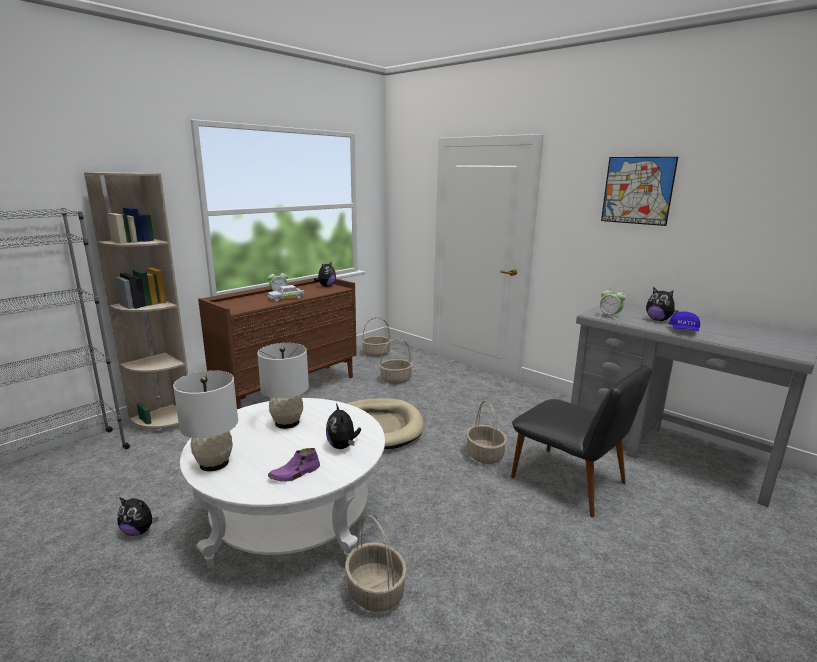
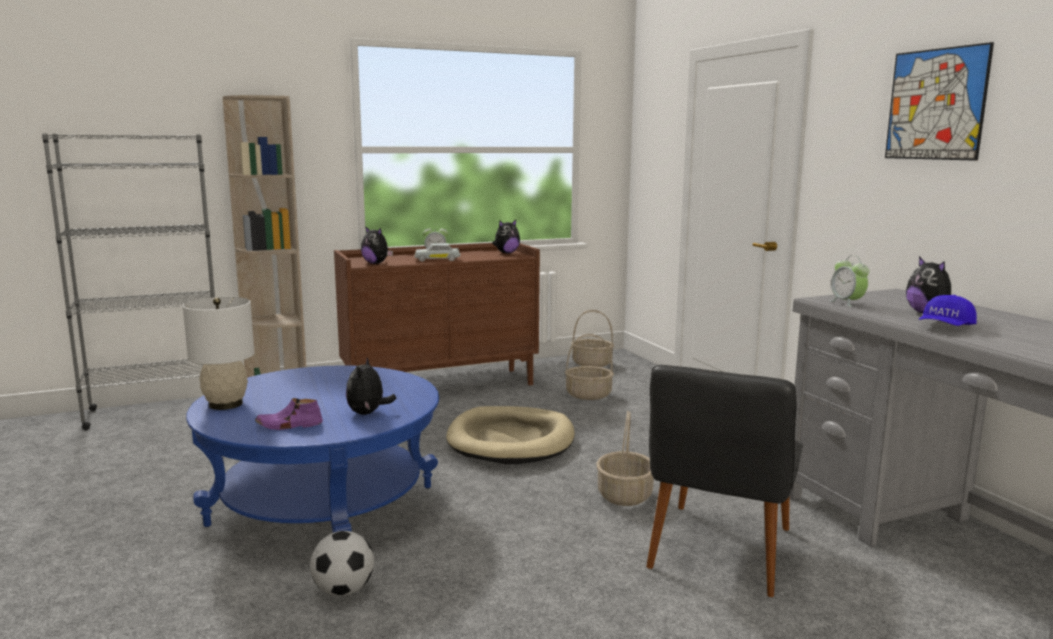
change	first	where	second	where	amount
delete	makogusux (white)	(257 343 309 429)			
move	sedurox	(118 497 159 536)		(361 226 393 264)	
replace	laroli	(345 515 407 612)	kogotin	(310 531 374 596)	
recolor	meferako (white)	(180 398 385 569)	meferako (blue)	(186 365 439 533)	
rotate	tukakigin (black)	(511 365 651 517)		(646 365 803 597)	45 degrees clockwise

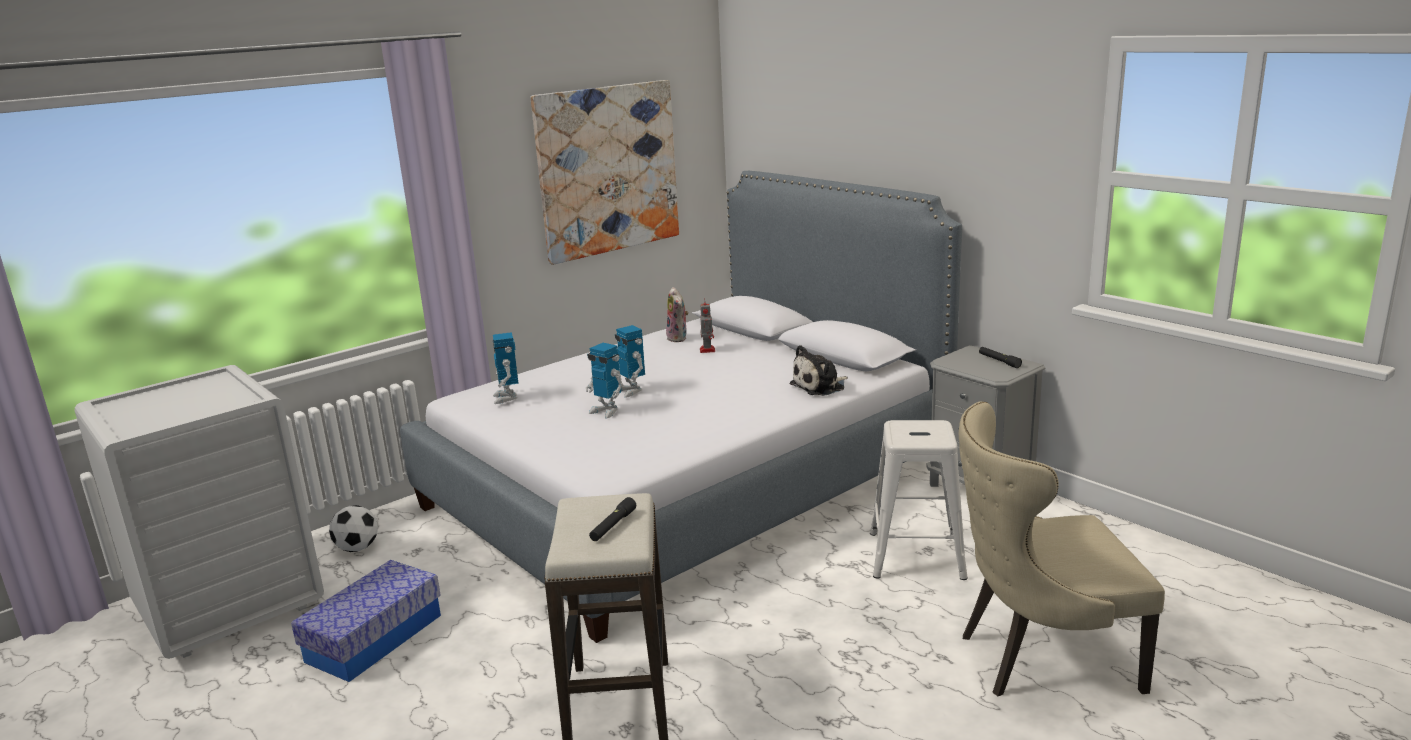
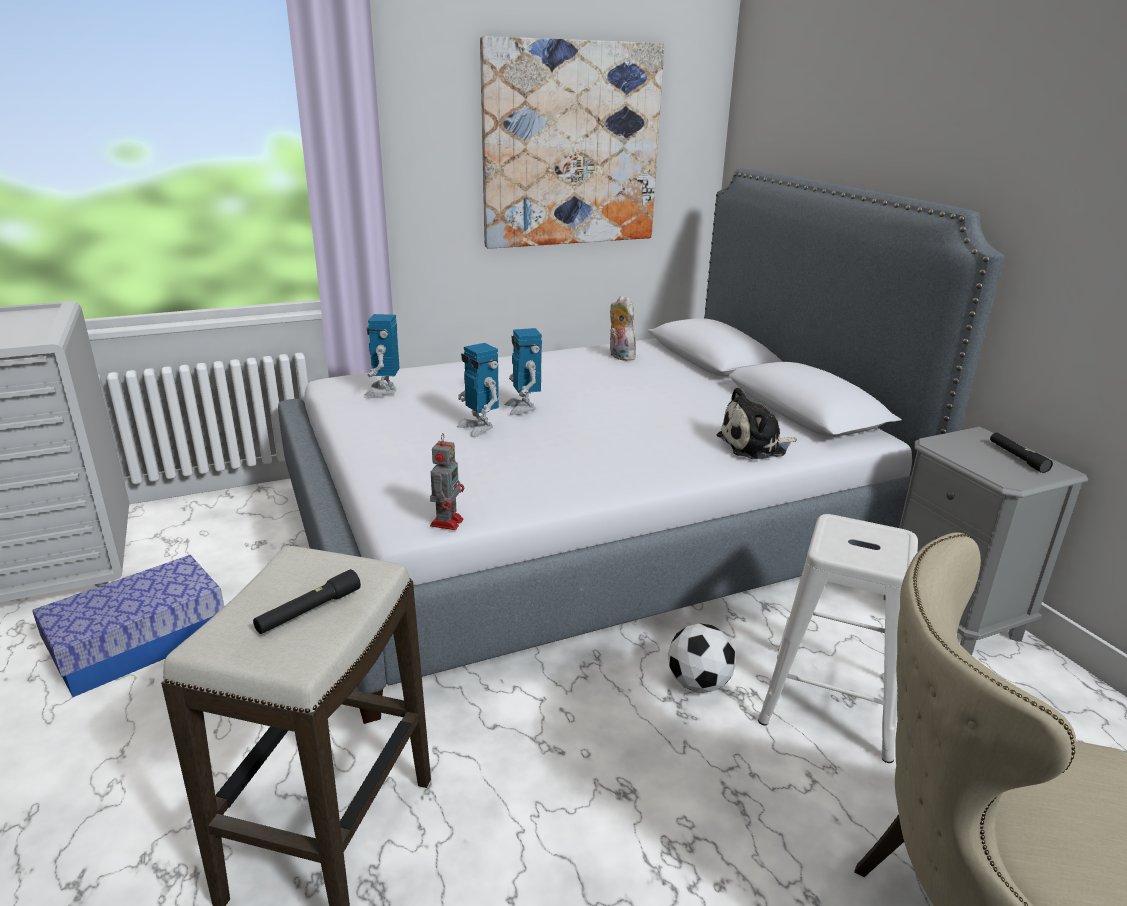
change	first	where	second	where	amount
move	kogotin	(329 505 378 552)		(668 623 736 692)	
move	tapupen	(700 303 715 353)		(430 433 464 530)	
rotate	sedurox	(665 287 689 342)		(610 296 636 361)	150 degrees clockwise

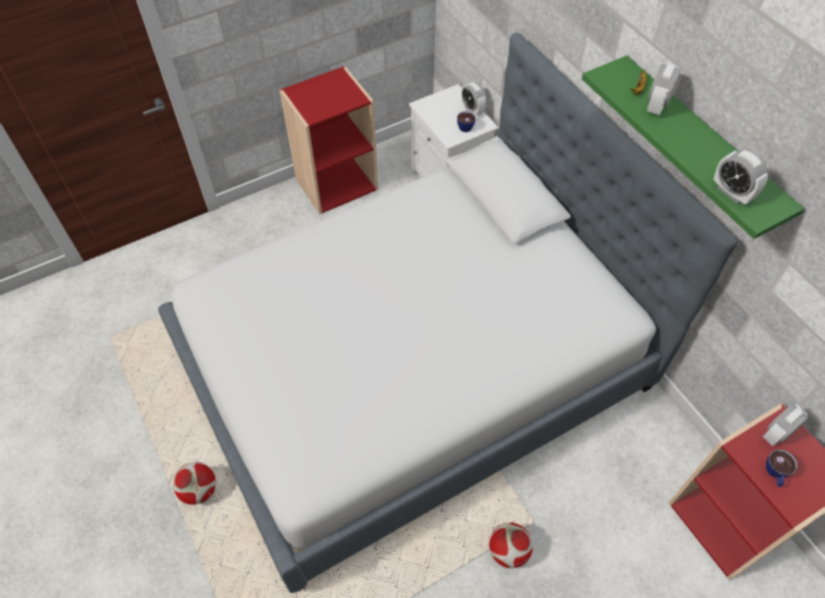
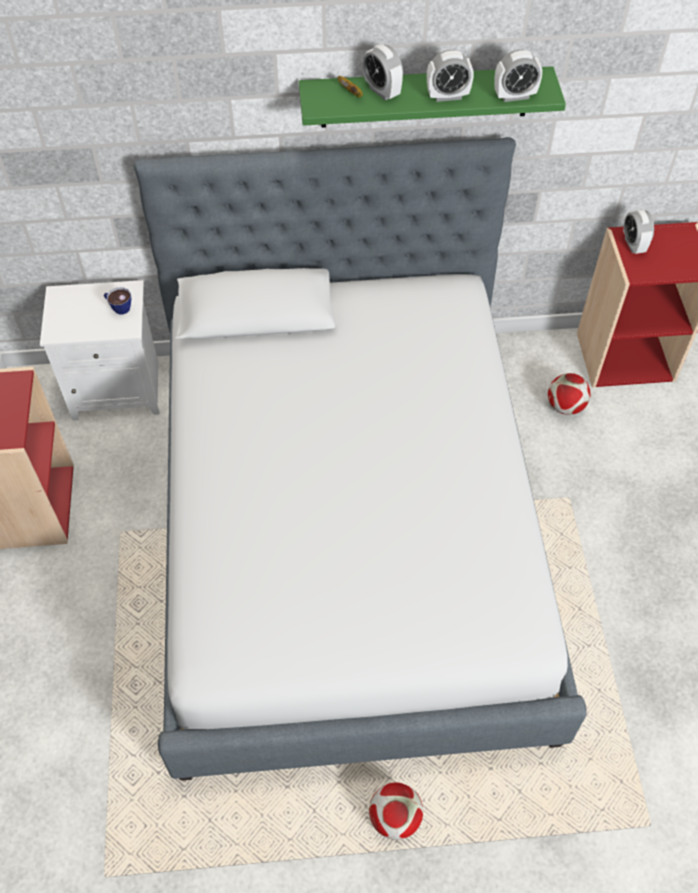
change	first	where	second	where	amount
delete	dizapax	(766 449 798 487)			
move	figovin	(462 82 486 116)		(427 50 474 102)	
move	kogotin	(489 523 533 568)		(548 373 590 415)	

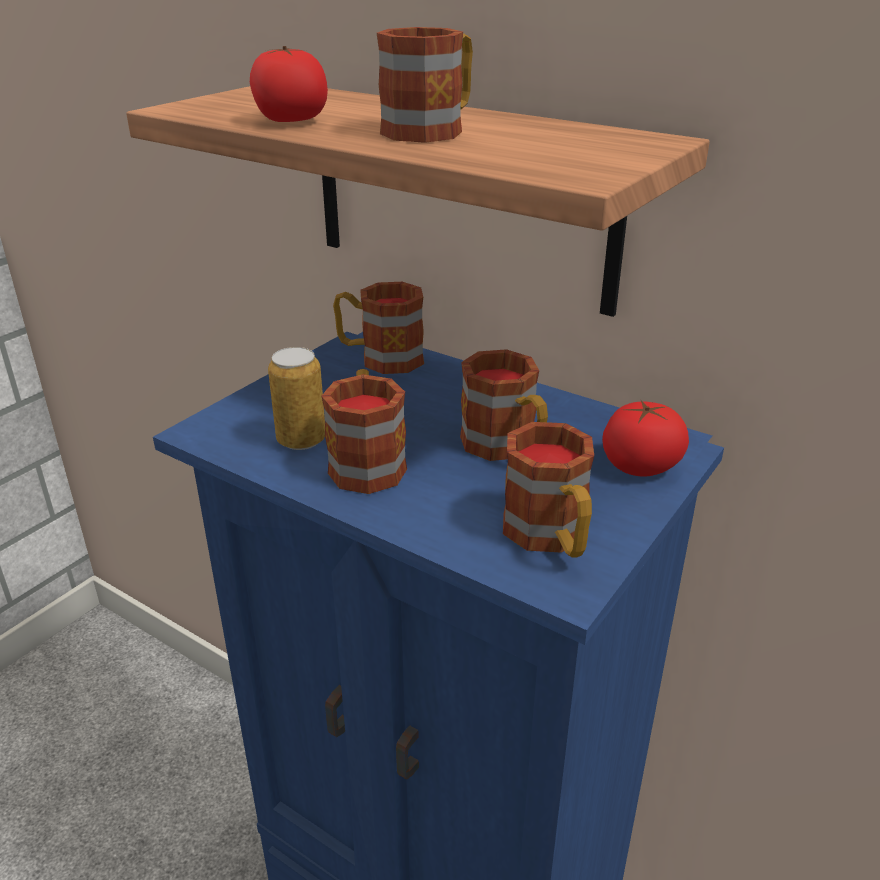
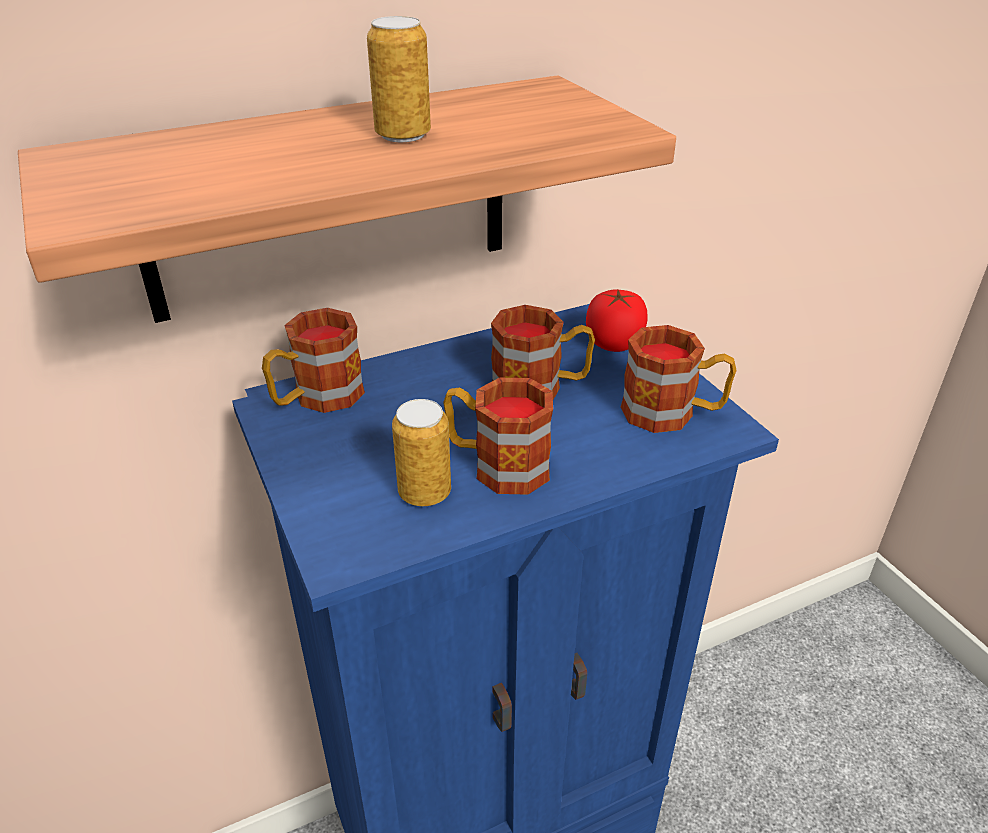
change	first	where	second	where	amount
delete	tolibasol	(250 46 328 122)			
replace	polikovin	(377 27 473 143)	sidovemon	(367 16 431 142)	

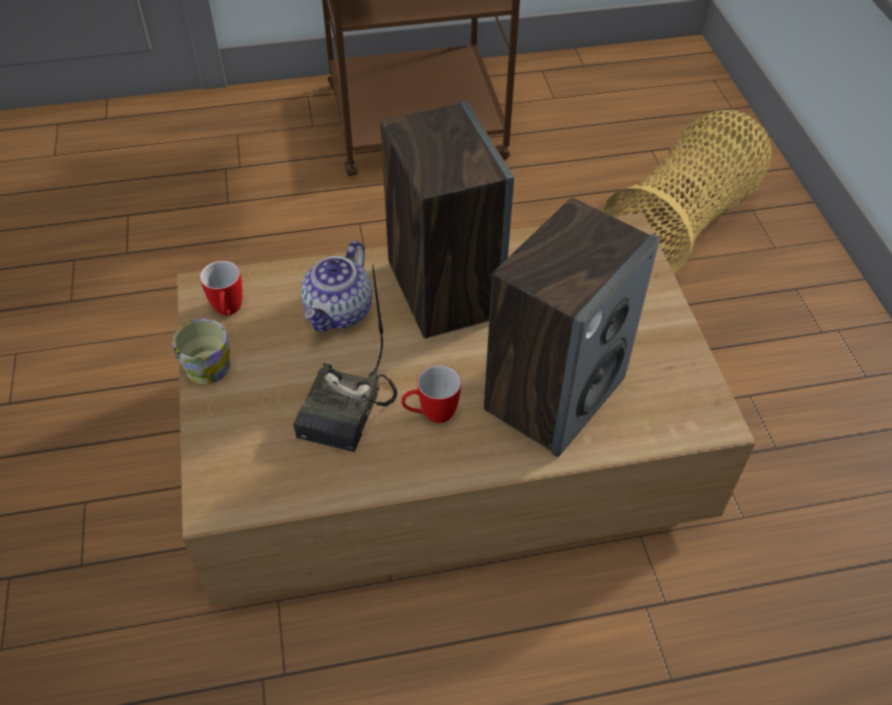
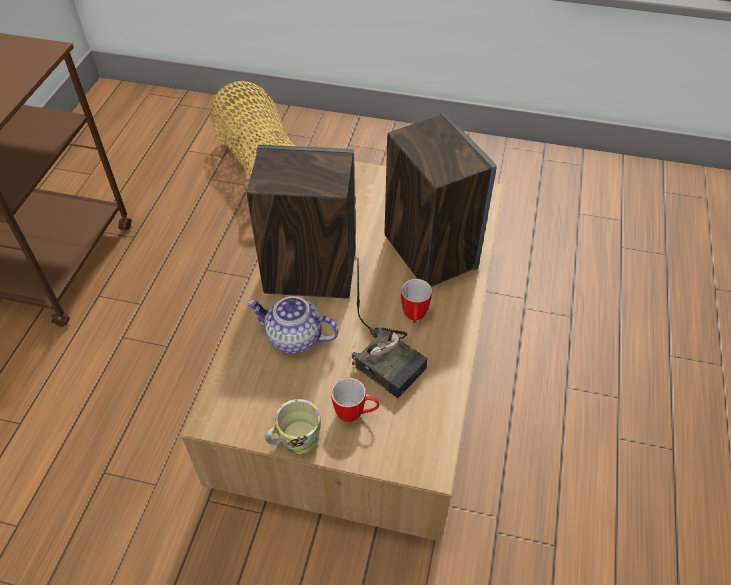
change	first	where	second	where	amount
move	polikovin	(200 261 242 316)		(331 377 379 422)	
rotate	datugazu	(301 241 373 332)		(247 296 339 354)	150 degrees clockwise

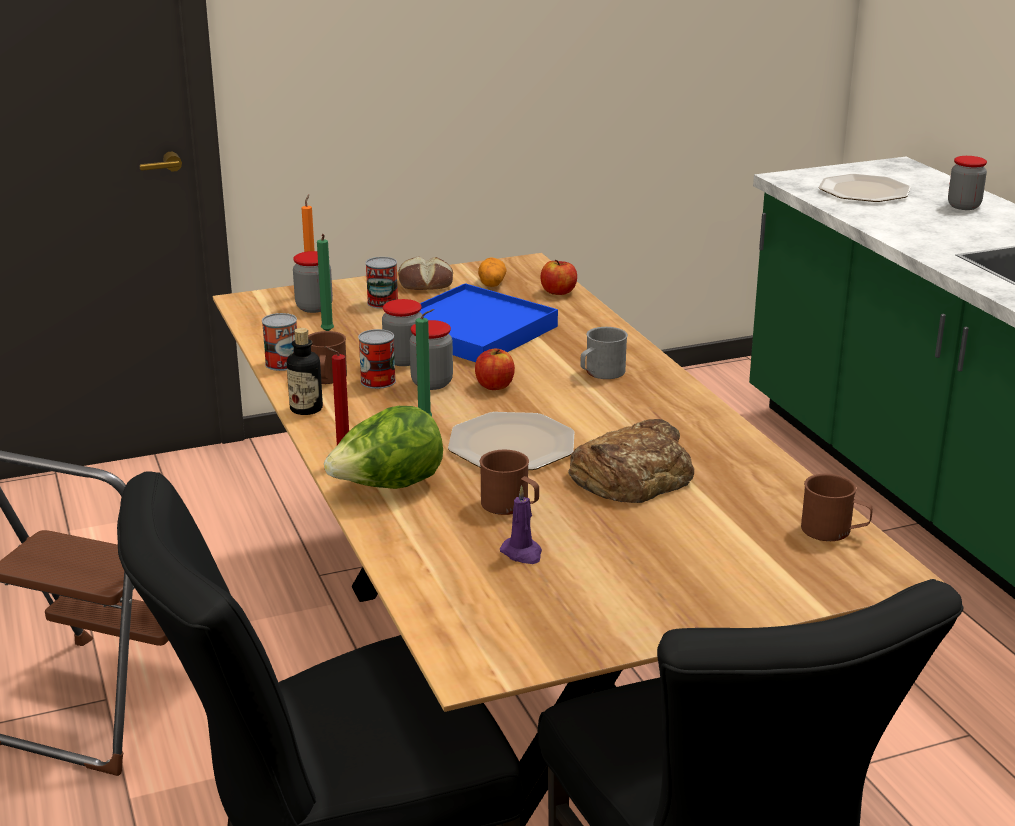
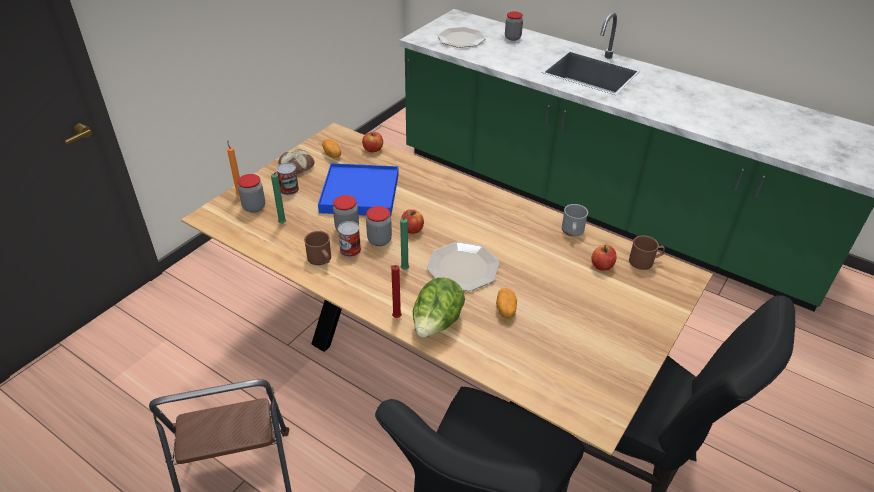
change	first	where	second	where	amount
delete	sidovemon	(262 313 297 371)			
delete	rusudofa	(287 328 323 415)			
delete	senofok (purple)	(500 485 542 564)			
delete	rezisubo	(568 419 694 503)			
insert			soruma	(591 245 617 271)	
move	polikovin (grey)	(580 327 628 379)		(562 204 588 236)	
replace	polikovin (brown)	(480 450 539 515)	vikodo	(496 288 517 318)	

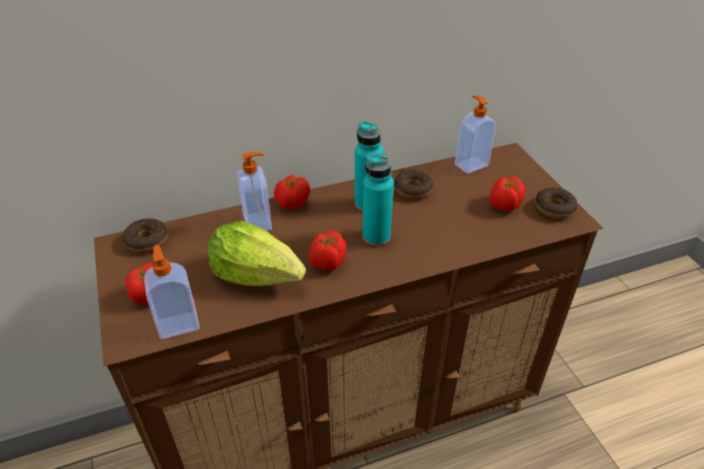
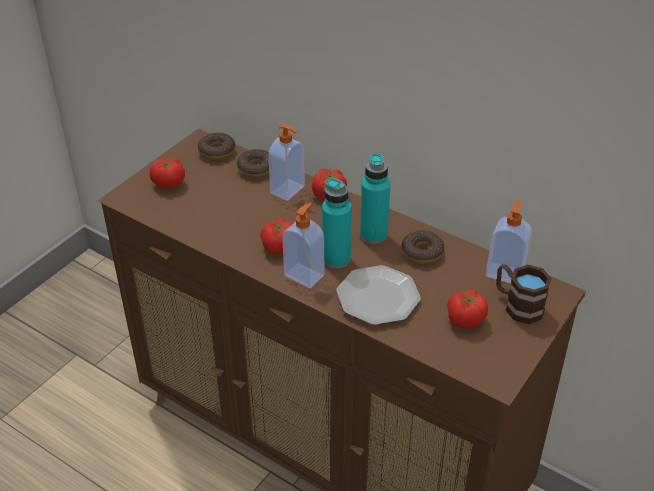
change	first	where	second	where	amount
delete	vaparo	(208 221 306 286)			
insert			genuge	(336 265 421 325)	
insert			polikovin (brown)	(496 264 551 324)	
move	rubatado	(144 244 200 339)		(282 203 324 288)	
move	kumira	(535 187 578 219)		(237 149 269 178)	

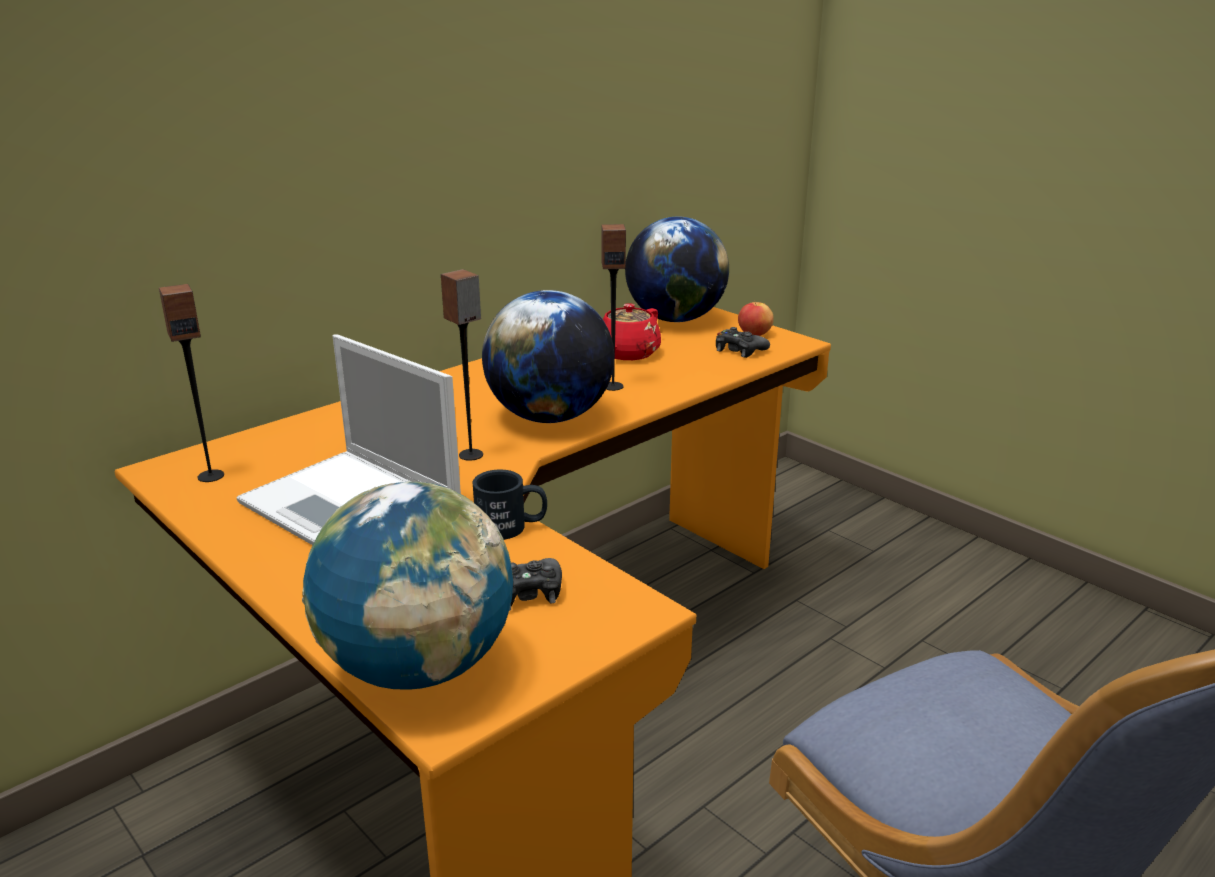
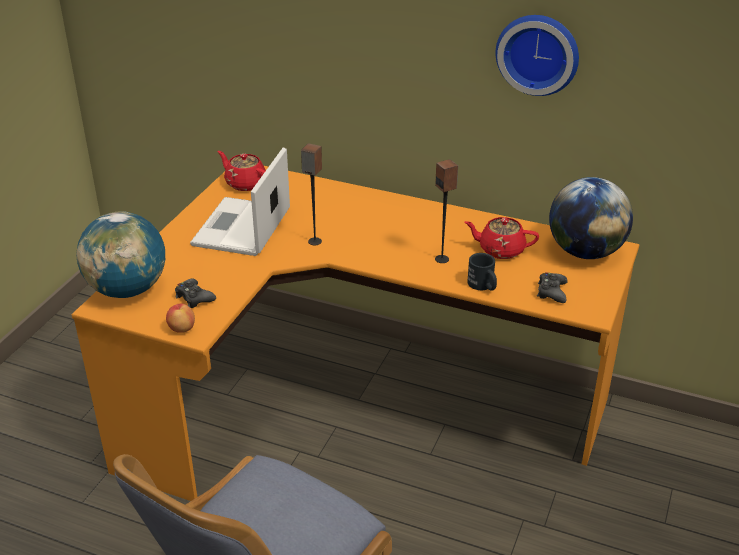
change	first	where	second	where	amount
delete	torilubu	(482 290 614 423)			
insert			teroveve	(496 15 579 96)	
move	polikovin (black)	(472 470 547 540)		(467 253 497 291)	
move	soruma	(738 302 774 336)		(166 303 195 333)	
replace	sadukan	(159 284 224 482)	datugazu (red)	(218 151 266 191)	

